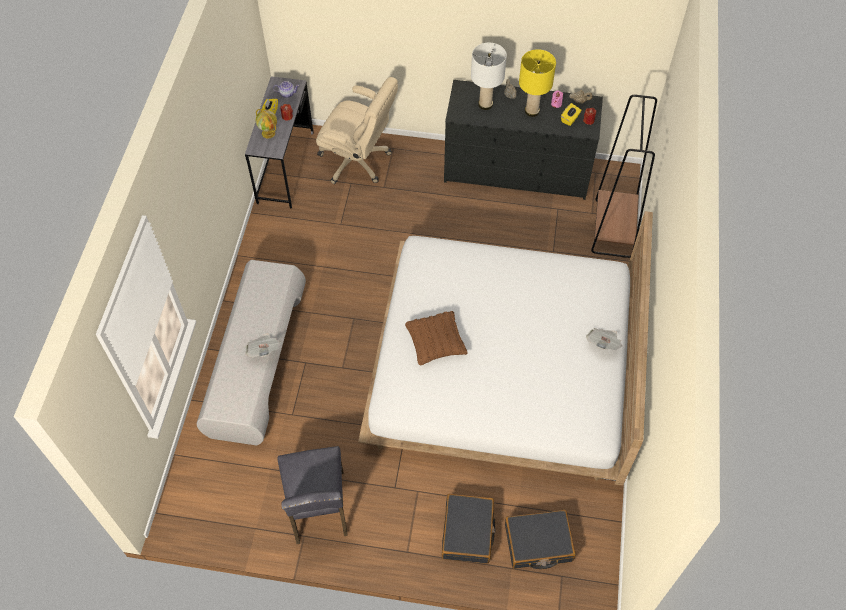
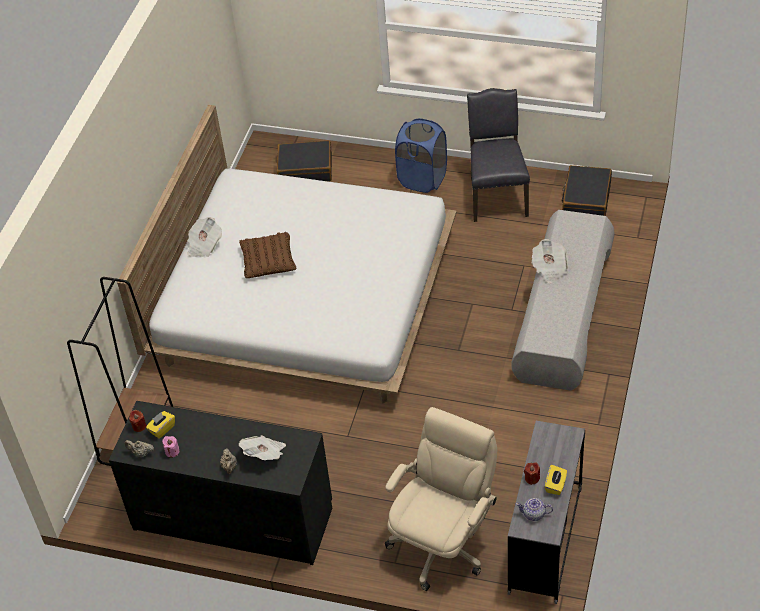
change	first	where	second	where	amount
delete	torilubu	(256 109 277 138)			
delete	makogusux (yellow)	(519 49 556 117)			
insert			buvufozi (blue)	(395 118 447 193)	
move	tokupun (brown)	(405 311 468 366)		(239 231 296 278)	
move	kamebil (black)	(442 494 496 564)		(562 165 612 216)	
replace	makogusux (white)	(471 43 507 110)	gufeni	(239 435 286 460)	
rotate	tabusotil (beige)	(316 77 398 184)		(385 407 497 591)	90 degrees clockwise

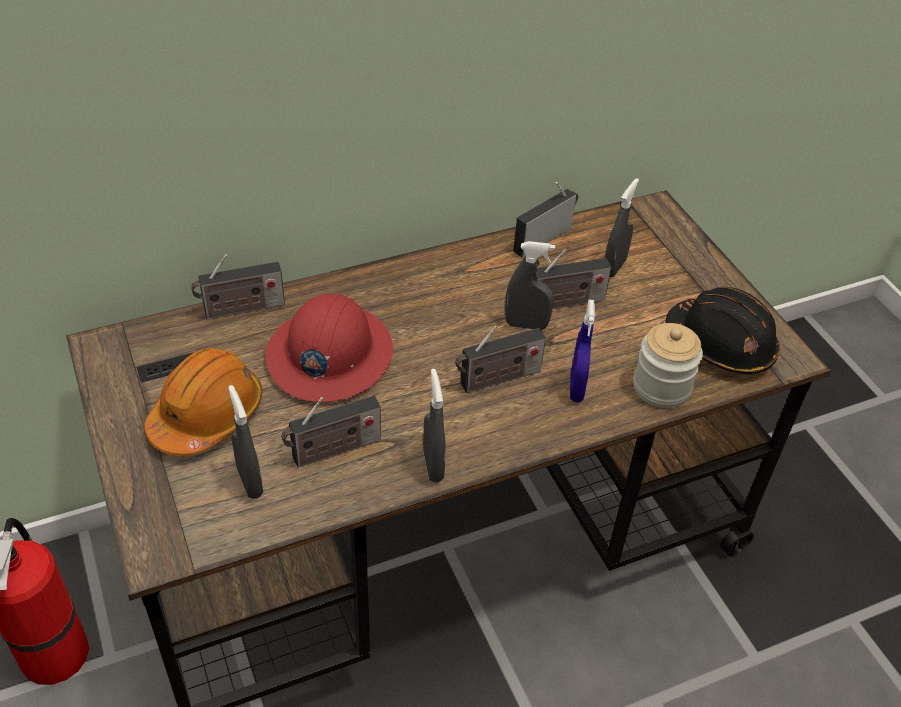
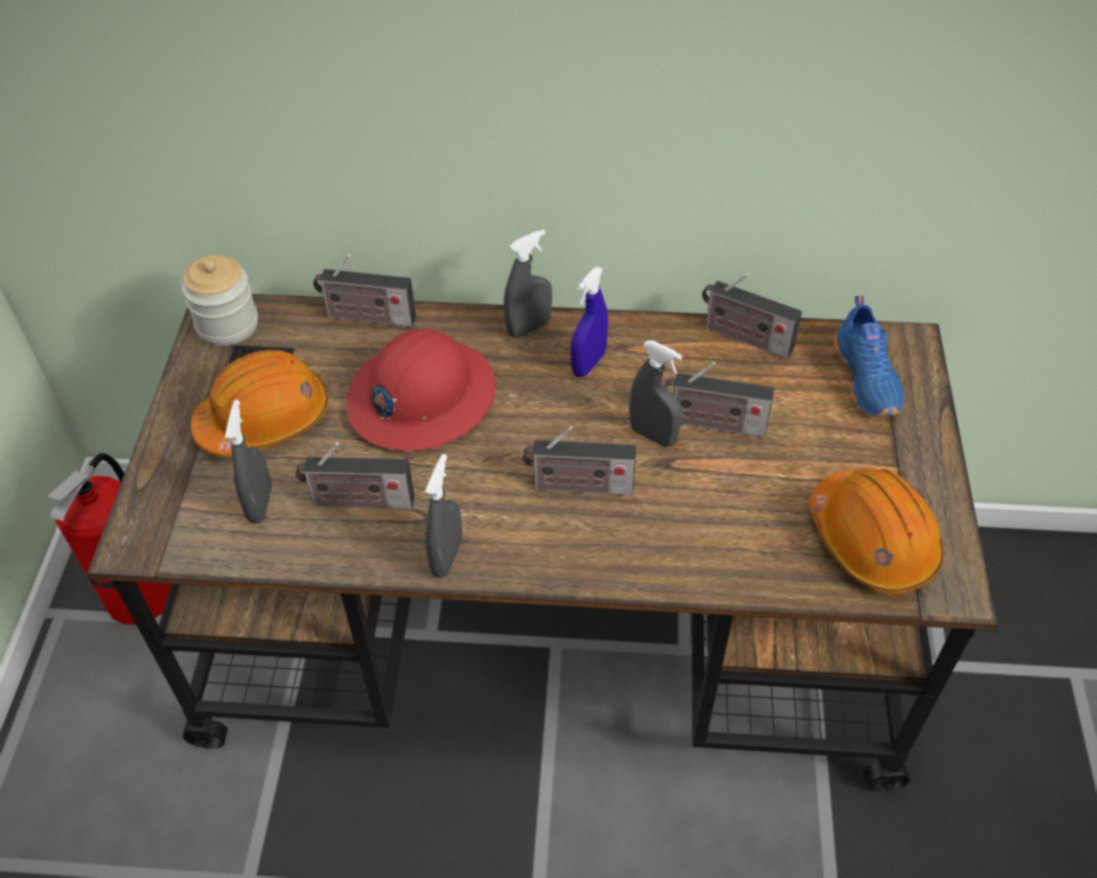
change	first	where	second	where	amount
insert			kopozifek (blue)	(833 296 904 417)	
move	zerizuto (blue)	(570 300 595 402)		(571 267 608 377)	
move	zerizuto (grey)	(605 178 639 278)		(504 229 552 338)	
move	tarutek	(633 323 703 408)		(182 255 258 346)	
recolor	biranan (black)	(665 287 780 374)	biranan (orange)	(809 468 944 593)	
rotate	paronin	(513 182 578 258)		(702 273 802 359)	135 degrees counterclockwise

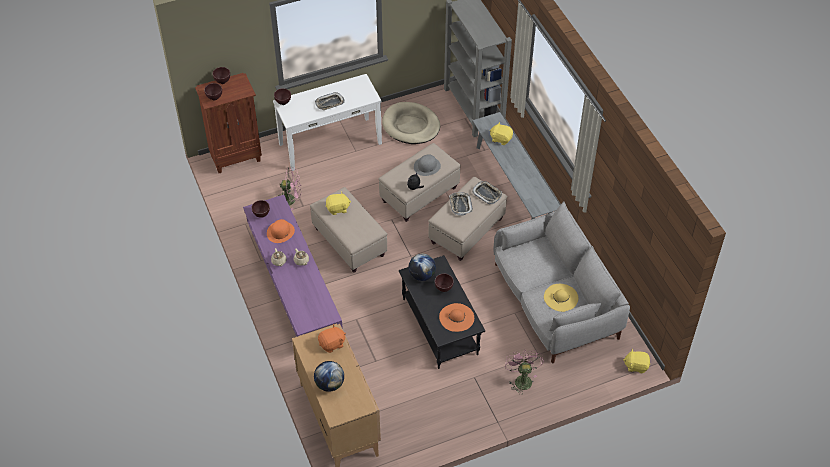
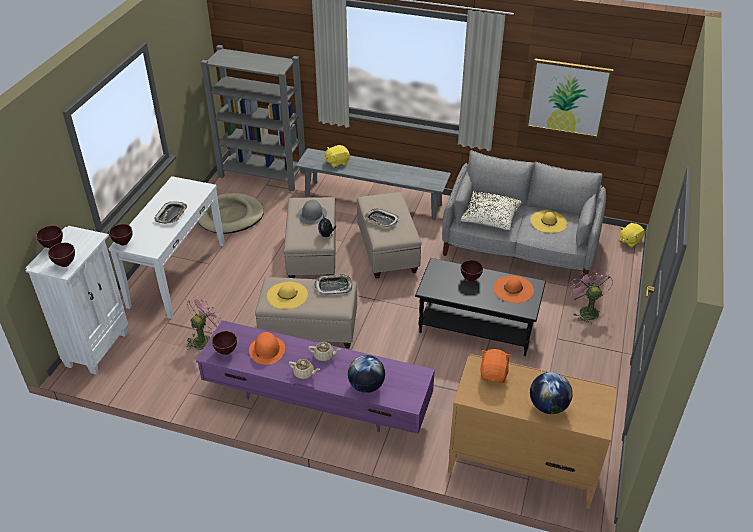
change	first	where	second	where	amount
insert			tokupun (beige)	(461 191 522 230)	
insert			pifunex	(526 59 614 138)	
move	torilubu	(409 254 436 281)		(348 355 385 393)	
move	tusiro	(472 181 502 204)		(314 274 352 294)	
replace	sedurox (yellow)	(326 192 351 215)	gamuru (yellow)	(267 281 308 309)	
recolor	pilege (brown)	(195 73 262 173)	pilege (white)	(25 226 128 375)	
rotate	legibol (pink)	(505 350 543 395)		(569 269 613 325)	45 degrees clockwise

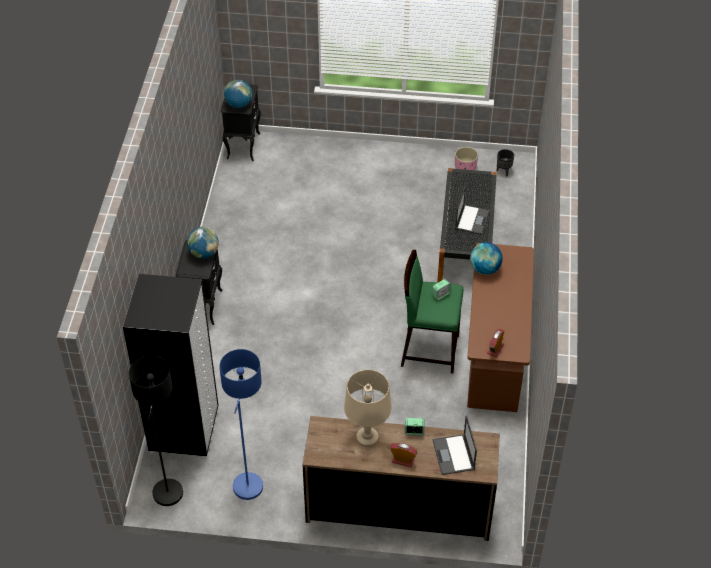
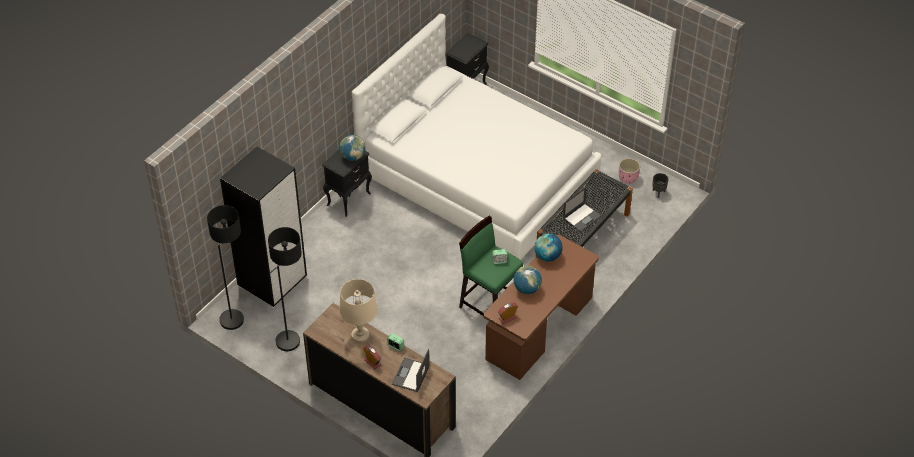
change	first	where	second	where	amount
insert			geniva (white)	(352 14 601 260)	
move	torilubu	(224 80 252 108)		(514 266 542 294)	
recolor	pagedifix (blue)	(219 349 263 500)	pagedifix (black)	(268 227 302 351)	

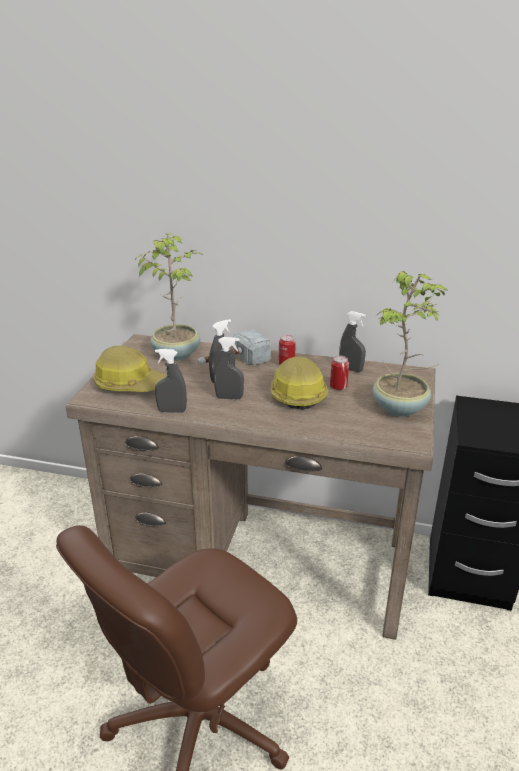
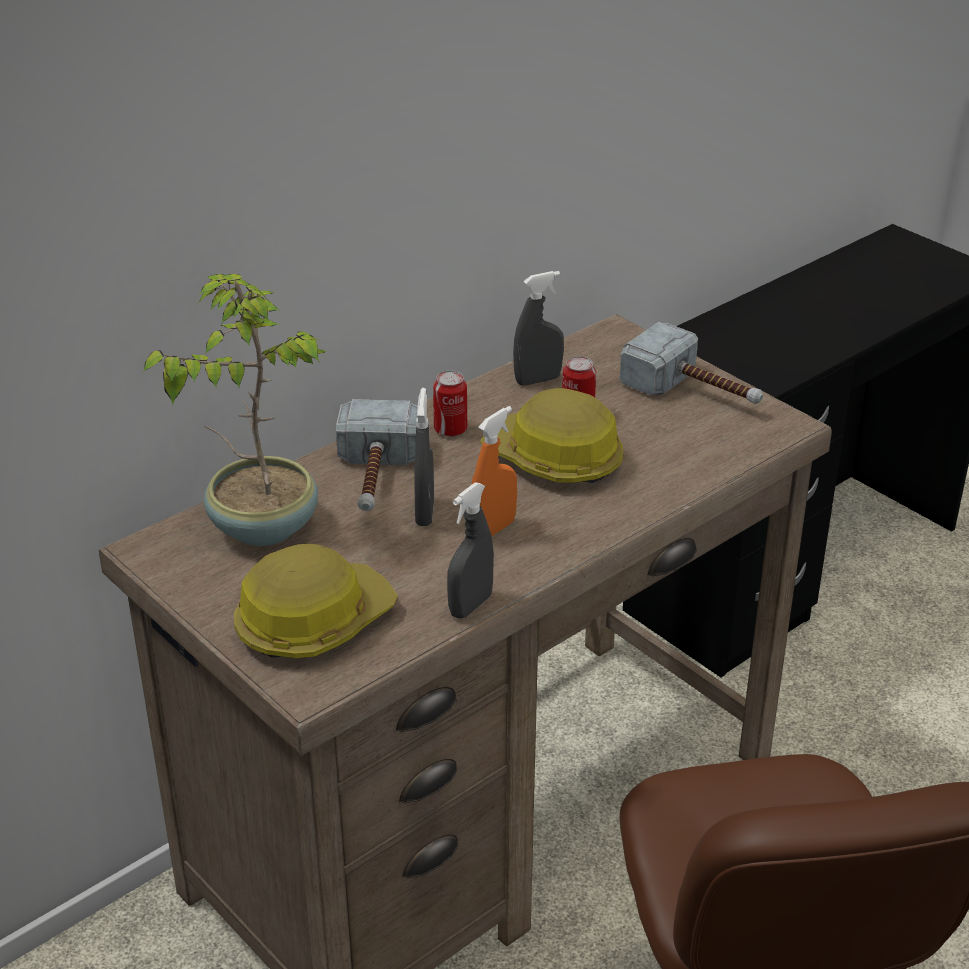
change	first	where	second	where	amount
replace	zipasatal	(373 271 449 417)	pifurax	(619 322 763 404)	
recolor	zerizuto (grey)	(214 337 244 400)	zerizuto (orange)	(472 406 517 536)	

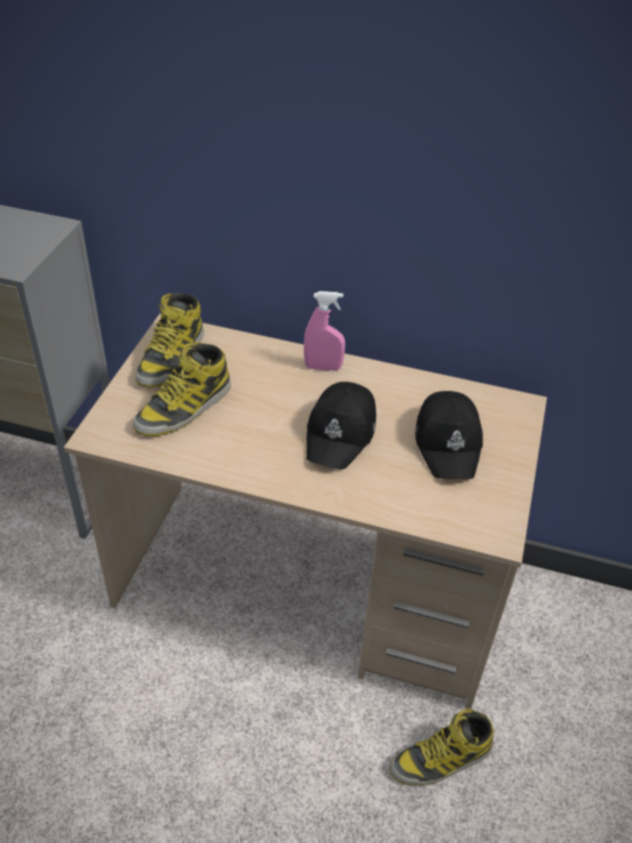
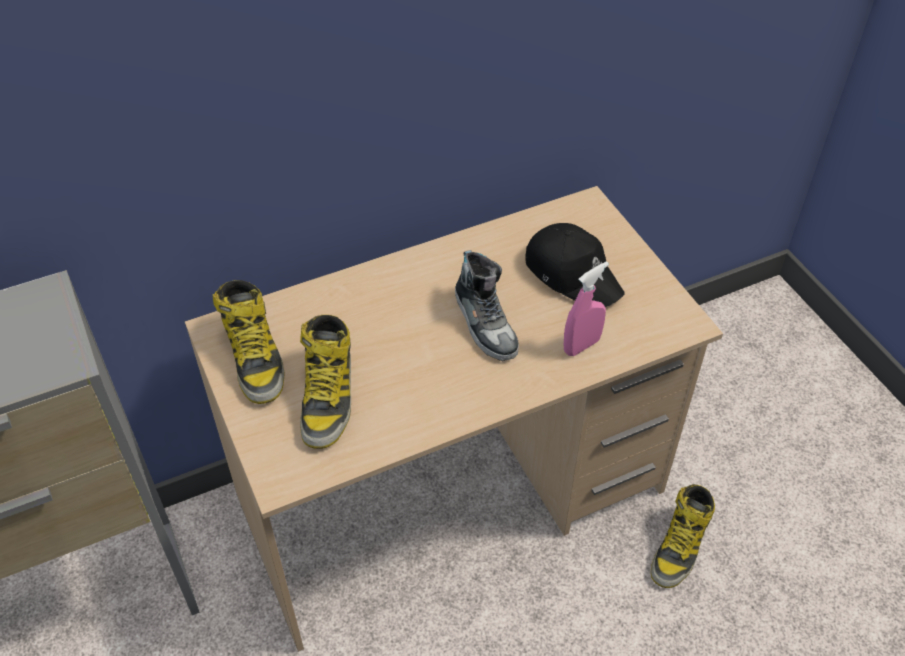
change	first	where	second	where	amount
move	zerizuto (pink)	(304 291 345 371)		(564 262 609 356)	
replace	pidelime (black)	(306 382 376 470)	kopozifek	(455 250 519 361)	

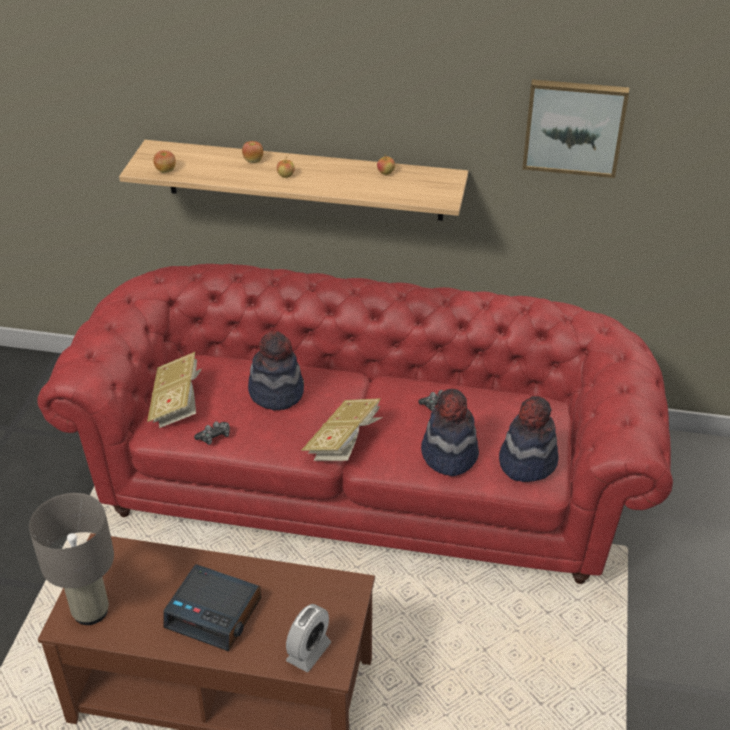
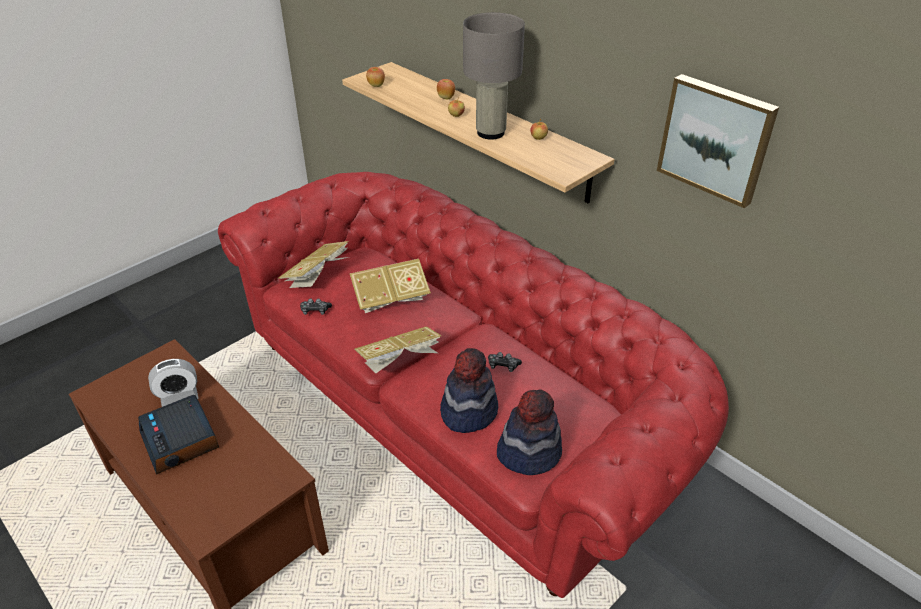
change	first	where	second	where	amount
move	makogusux (grey)	(29 493 114 625)		(463 12 525 140)	
move	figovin	(286 604 331 672)		(148 359 198 407)	
replace	gamuru	(248 331 304 410)	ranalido	(350 259 431 313)	

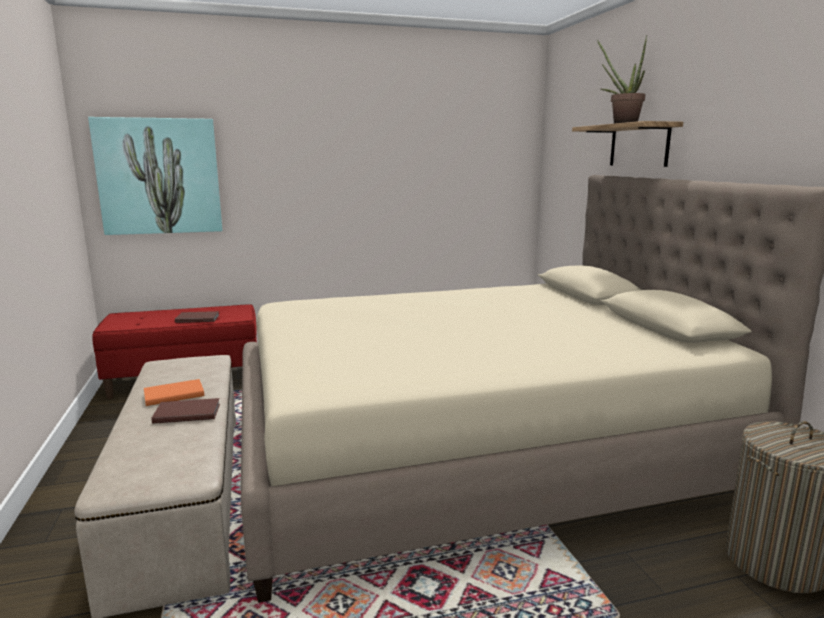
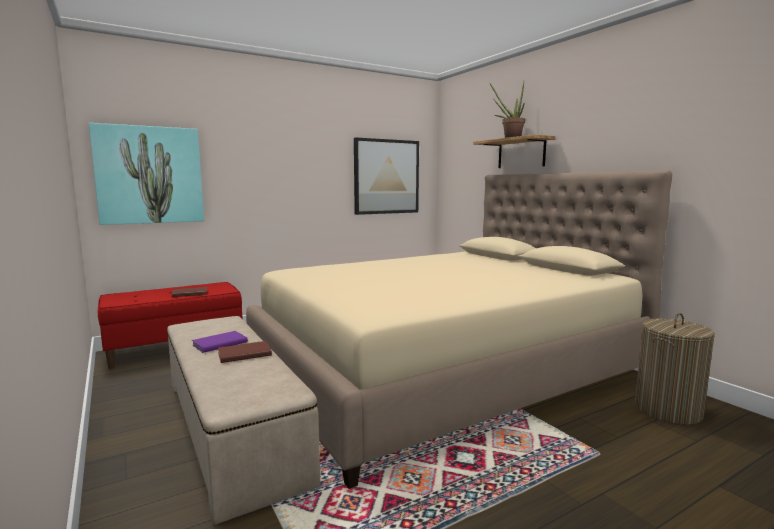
change	first	where	second	where	amount
insert			pifunex	(354 137 419 215)	
recolor	ranalido (orange)	(144 379 204 406)	ranalido (purple)	(192 331 248 353)	

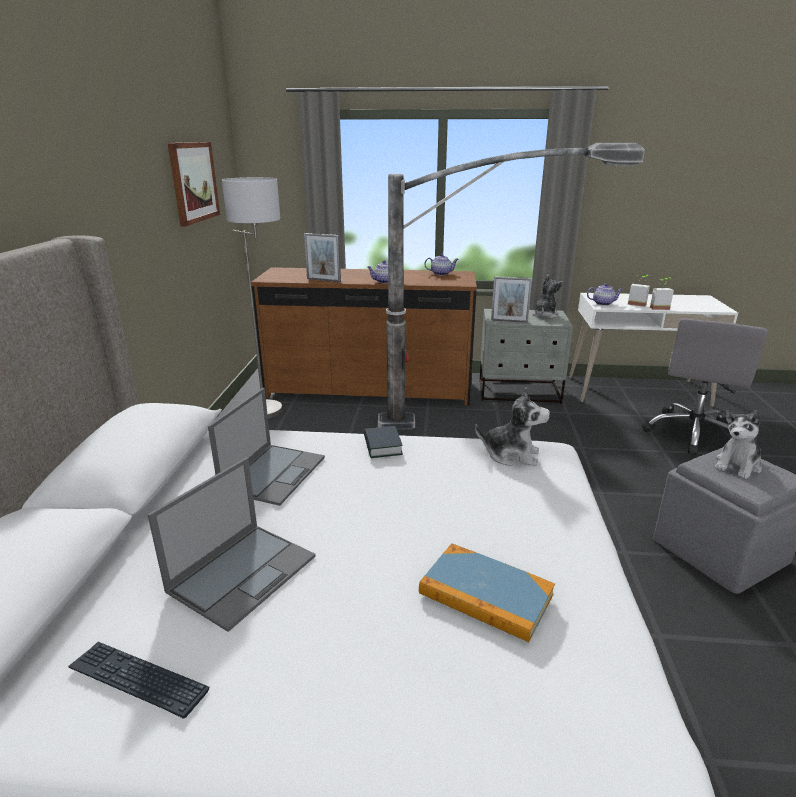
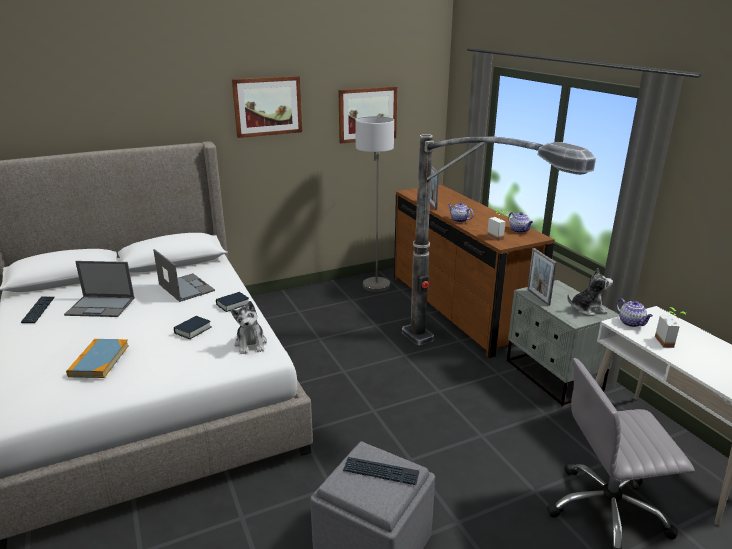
change	first	where	second	where	amount
insert			ranalido	(174 316 211 339)	
insert			pifunex	(232 76 302 138)	
move	zipasatal	(650 277 674 310)		(487 209 508 241)	
replace	sedurox	(715 410 762 479)	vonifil	(343 457 419 485)	
rotate	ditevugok	(208 388 325 506)		(153 249 215 302)	120 degrees counterclockwise

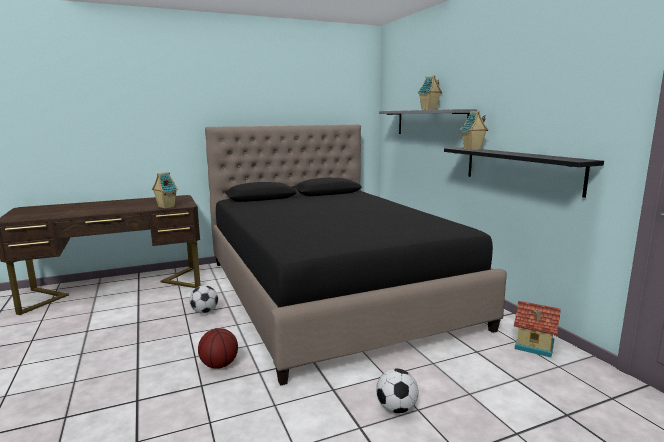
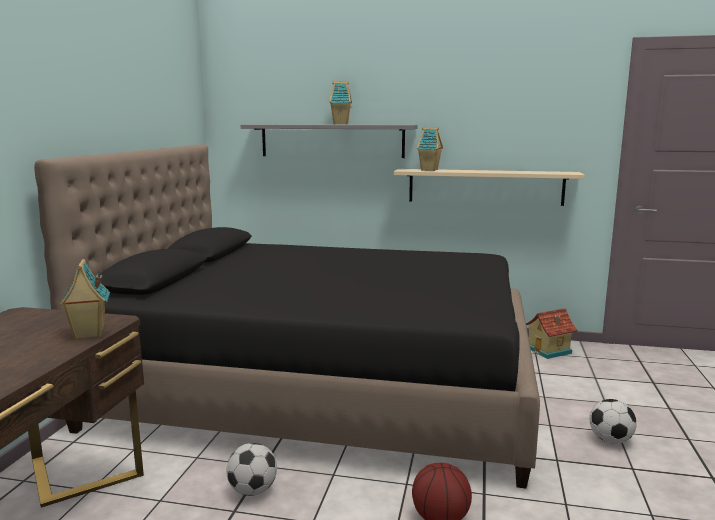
change	first	where	second	where	amount
recolor	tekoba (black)	(444 148 604 198)	tekoba (beige)	(394 169 585 206)	

